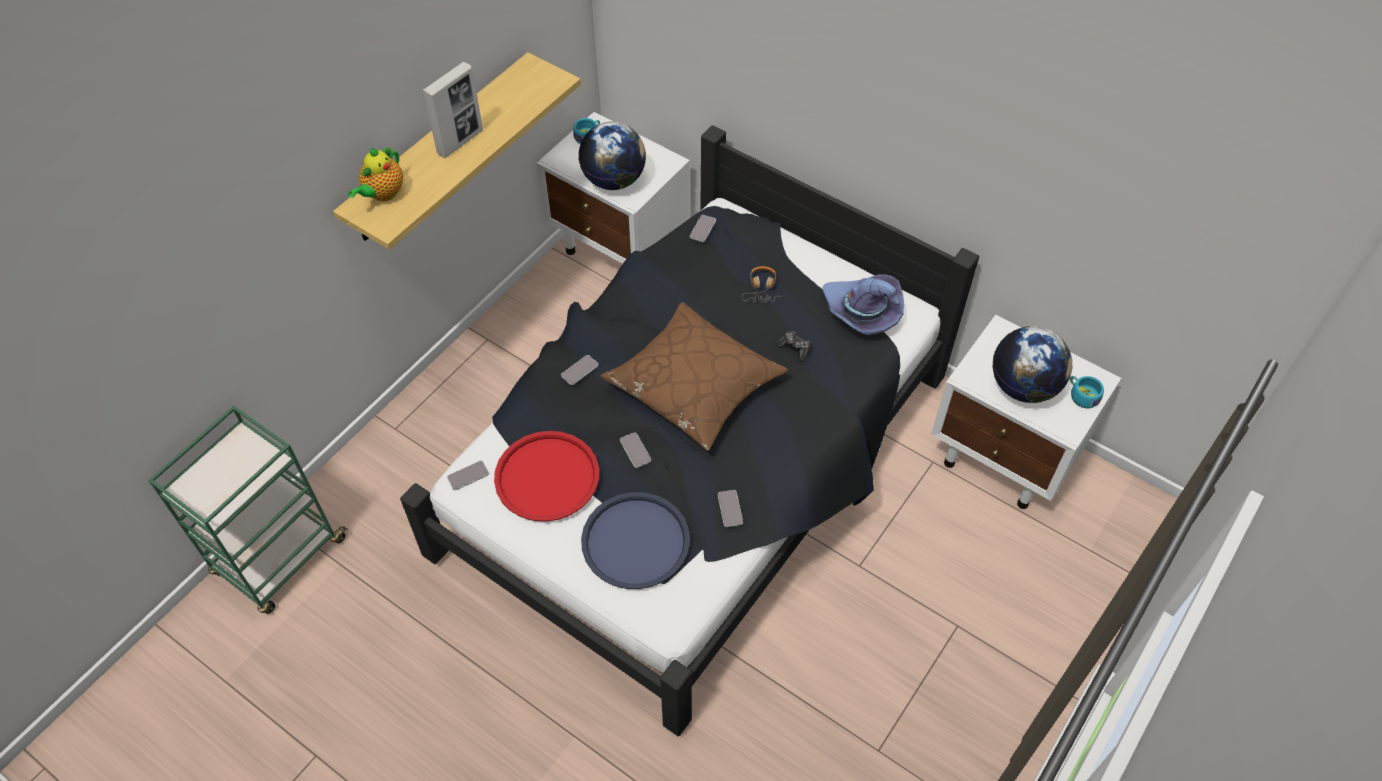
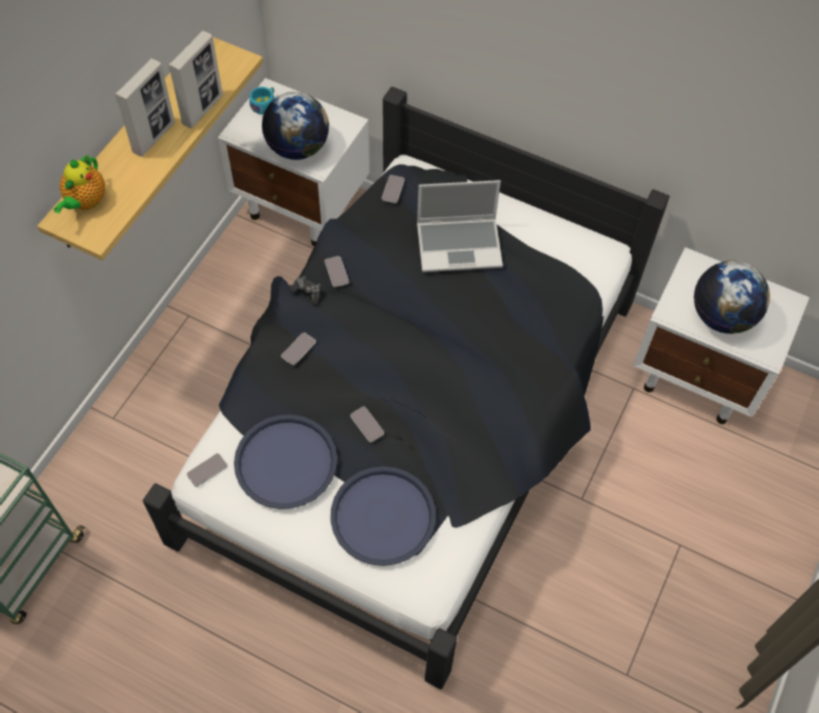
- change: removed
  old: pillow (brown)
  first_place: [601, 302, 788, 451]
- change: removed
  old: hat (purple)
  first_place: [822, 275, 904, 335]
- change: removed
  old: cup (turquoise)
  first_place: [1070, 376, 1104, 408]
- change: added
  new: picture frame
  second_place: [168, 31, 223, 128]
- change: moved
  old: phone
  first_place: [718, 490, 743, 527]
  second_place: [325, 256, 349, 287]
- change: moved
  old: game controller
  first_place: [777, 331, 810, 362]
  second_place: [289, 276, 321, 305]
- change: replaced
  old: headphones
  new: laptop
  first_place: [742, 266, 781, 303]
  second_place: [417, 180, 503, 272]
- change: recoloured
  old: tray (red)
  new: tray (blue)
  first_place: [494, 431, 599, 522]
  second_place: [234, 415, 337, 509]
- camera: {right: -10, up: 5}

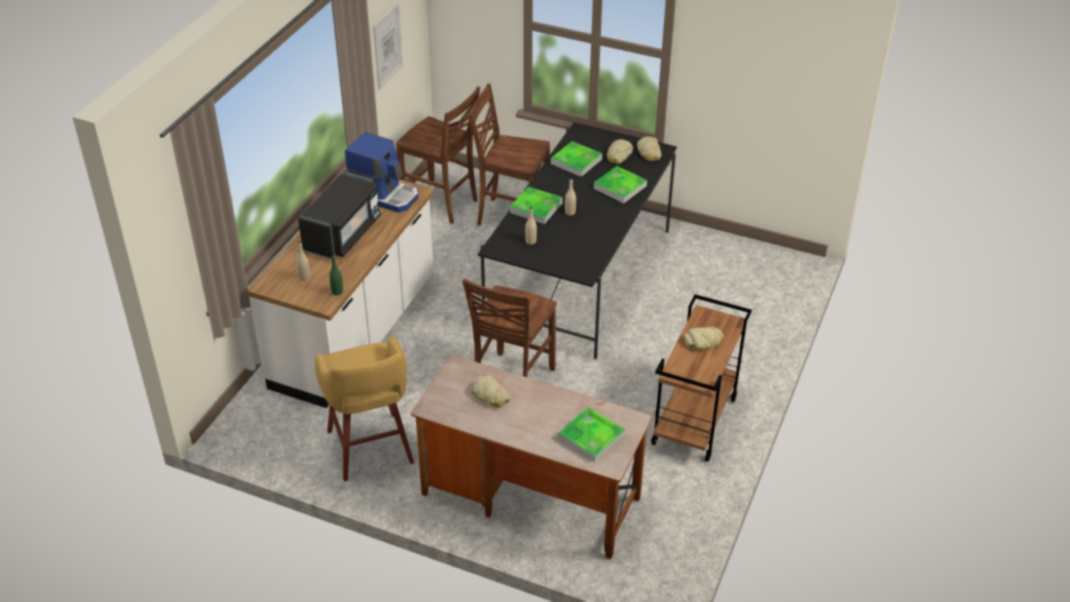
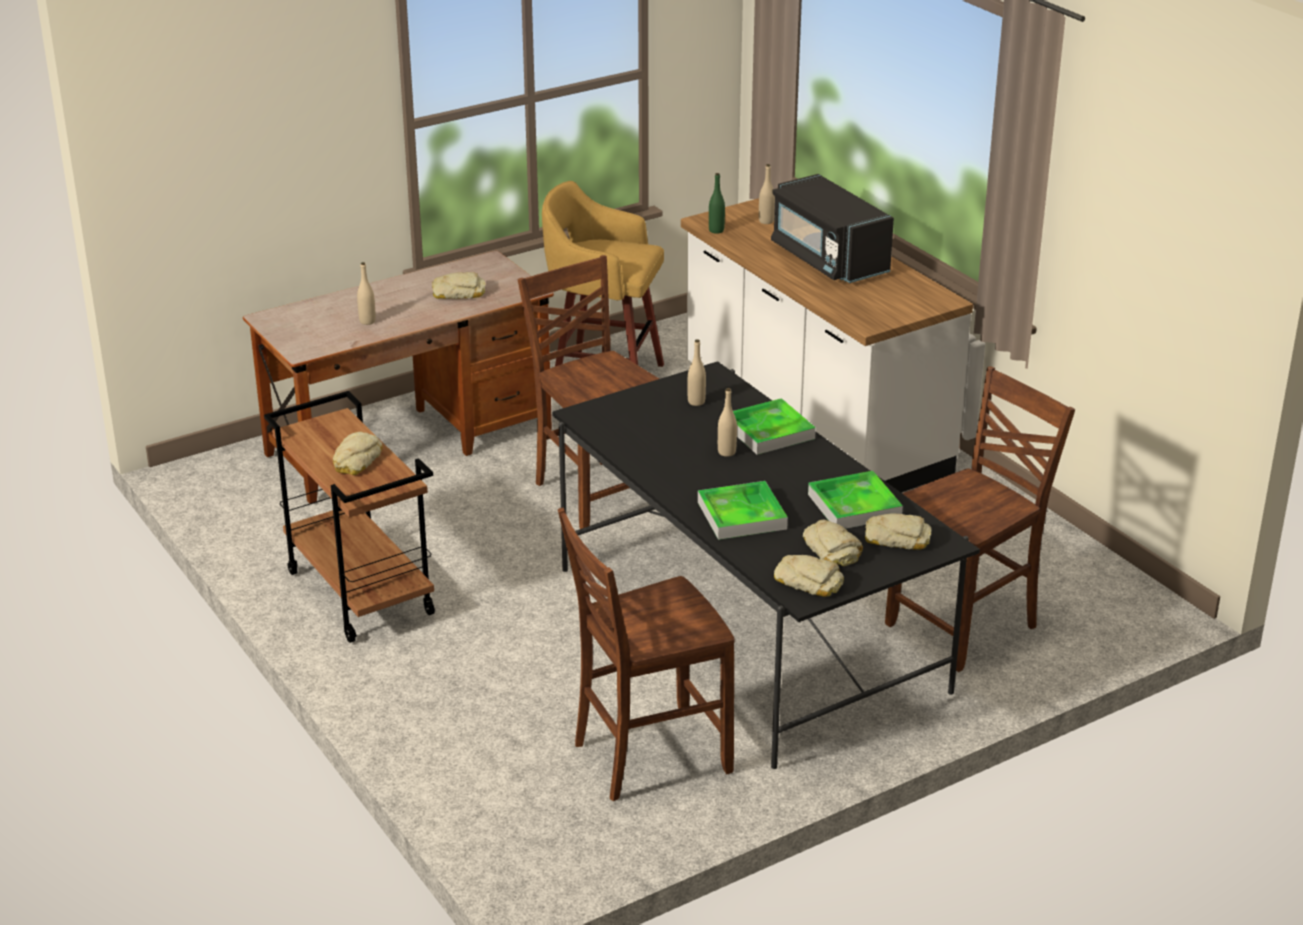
- change: removed
  old: coffee machine
  first_place: [345, 132, 418, 213]
- change: removed
  old: picture
  first_place: [373, 3, 403, 90]
- change: removed
  old: tray
  first_place: [558, 407, 625, 462]
- change: added
  new: bottle (beige)
  second_place: [357, 262, 376, 325]
- change: added
  new: bread
  second_place: [865, 513, 932, 550]
- change: moved
  old: chair (brown)
  first_place: [396, 86, 480, 224]
  second_place: [558, 507, 735, 801]
- camera: {right: 125, up: -10}

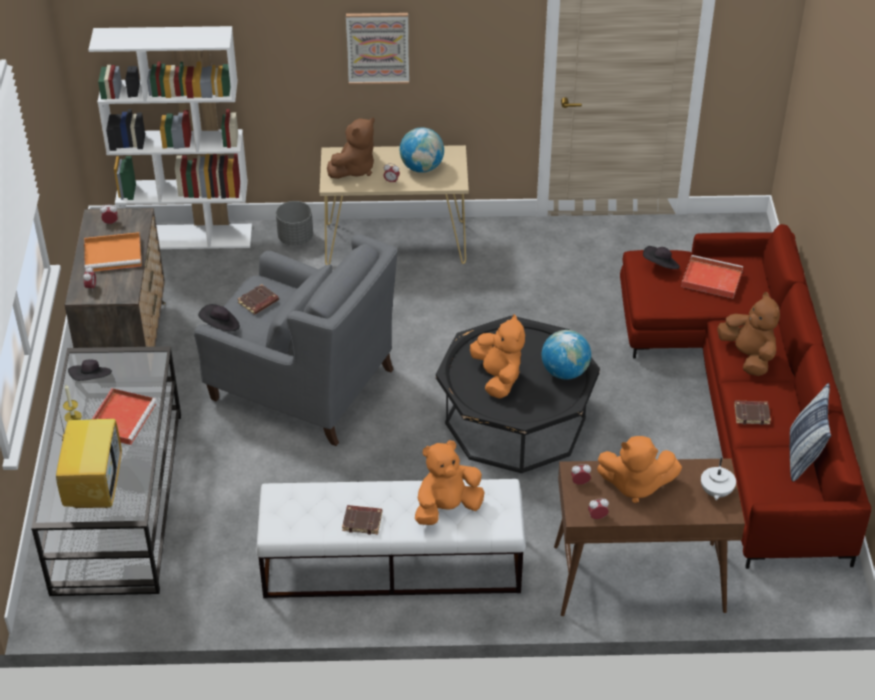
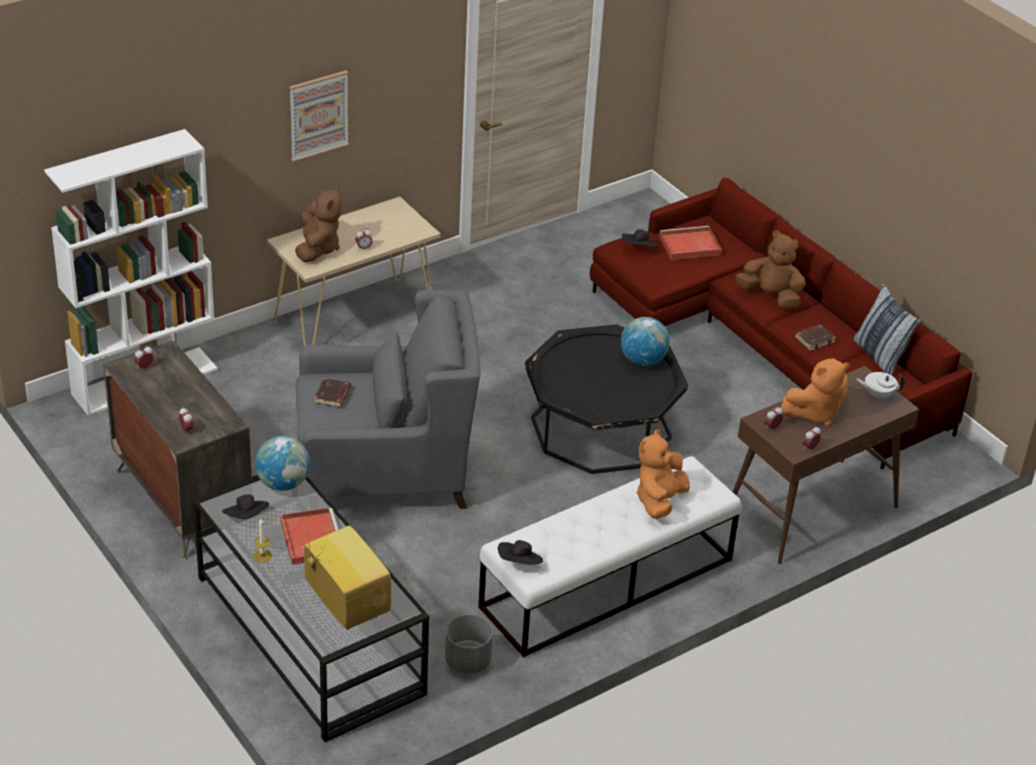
- change: removed
  old: tray (orange)
  first_place: [84, 232, 142, 272]
- change: removed
  old: book (brown)
  first_place: [342, 505, 382, 535]
- change: removed
  old: plush toy (orange)
  first_place: [470, 314, 525, 399]
- change: moved
  old: hat (black)
  first_place: [198, 304, 240, 331]
  second_place: [498, 540, 543, 565]
- change: moved
  old: planter (grey)
  first_place: [276, 201, 313, 245]
  second_place: [445, 614, 493, 674]
- change: moved
  old: globe
  first_place: [400, 127, 444, 173]
  second_place: [255, 436, 310, 491]
- change: turned
  old: teapot (white)
  first_place: [701, 457, 736, 500]
  second_place: [856, 372, 905, 400]
  degrees: 120
- camera: {right: -35, up: -5}

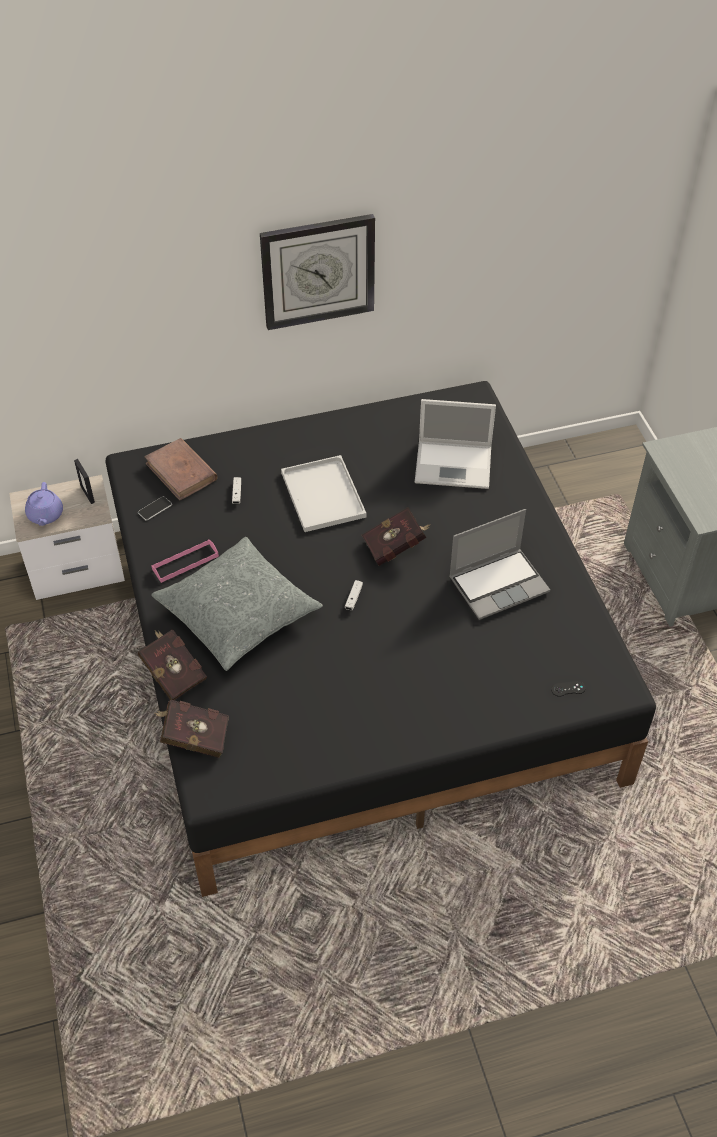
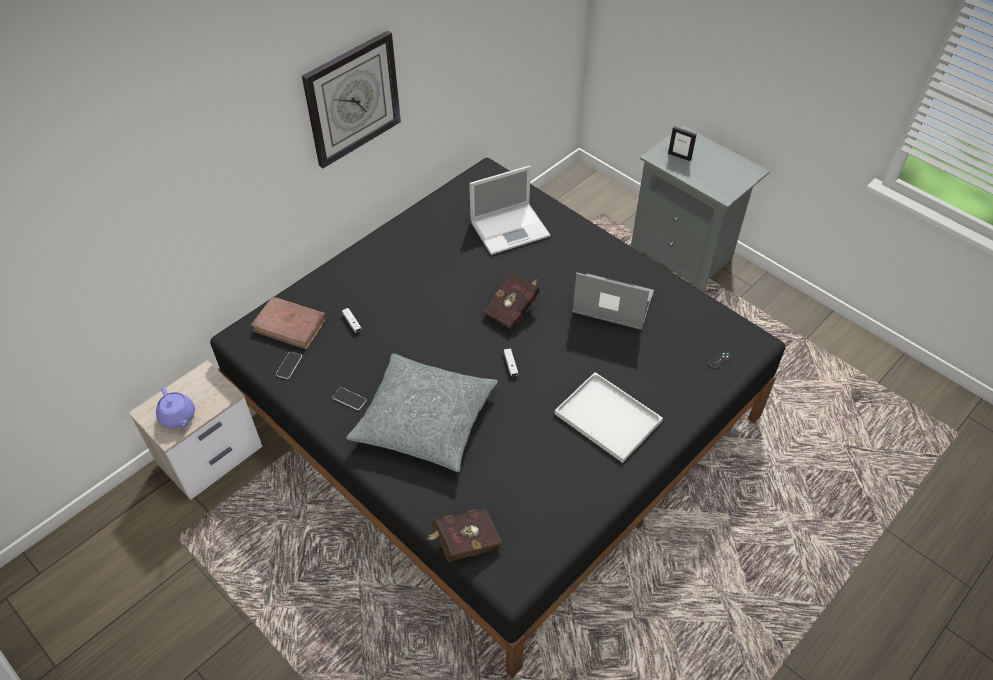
- change: removed
  old: book (red)
  first_place: [137, 629, 207, 700]
- change: moved
  old: picture frame
  first_place: [74, 459, 95, 504]
  second_place: [668, 126, 697, 161]
- change: moved
  old: tray (white)
  first_place: [281, 455, 366, 532]
  second_place: [554, 372, 663, 463]
- change: replaced
  old: tray (pink)
  new: phone
  first_place: [151, 539, 219, 583]
  second_place: [332, 387, 367, 410]
- change: turned
  old: laptop
  first_place: [449, 509, 550, 620]
  second_place: [572, 272, 654, 330]
  degrees: -105
- camera: {right: -30, up: 0}

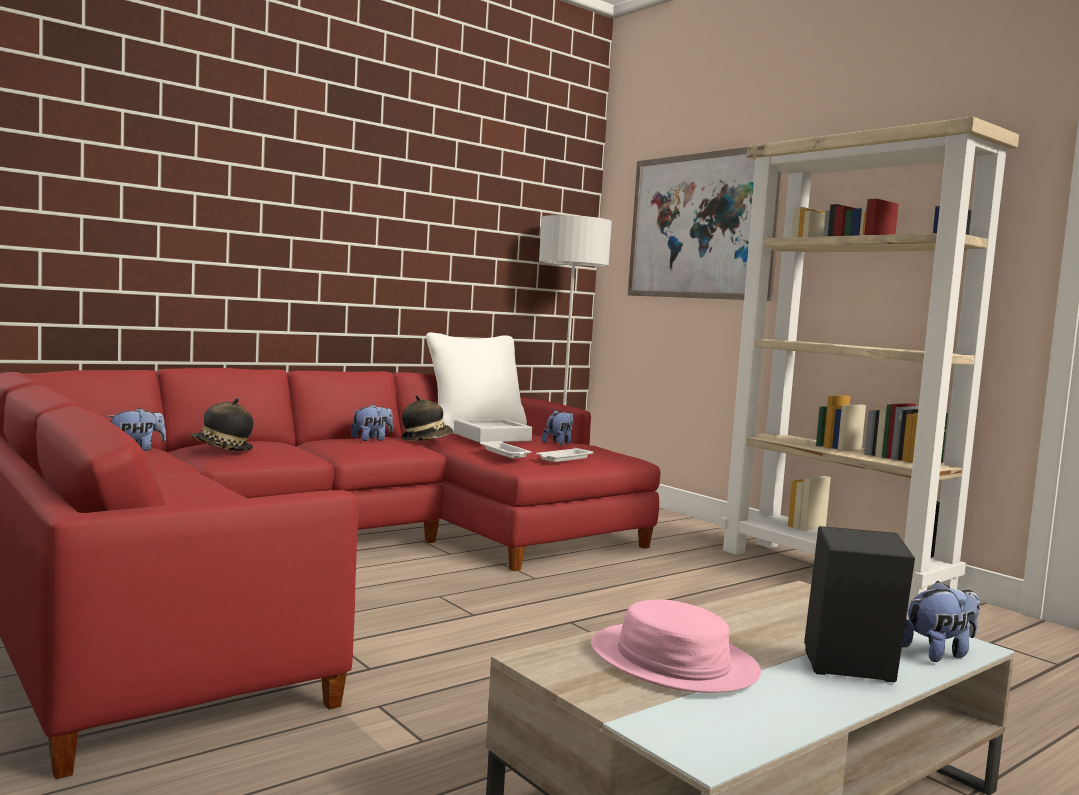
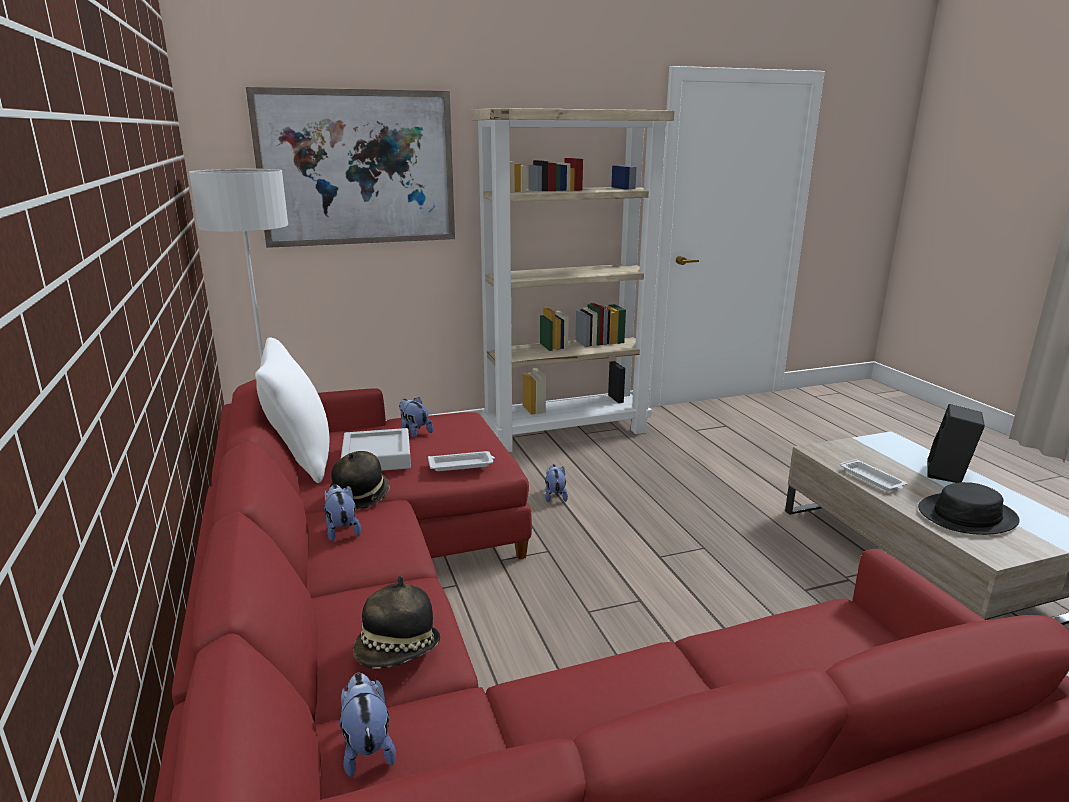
- change: moved
  old: tray (white)
  first_place: [536, 448, 593, 462]
  second_place: [840, 459, 907, 491]
- change: moved
  old: plush toy
  first_place: [902, 581, 980, 662]
  second_place: [545, 464, 568, 502]
- change: recoloured
  old: hat (pink)
  new: hat (black)
  first_place: [591, 600, 761, 693]
  second_place: [918, 482, 1020, 535]
- camera: {right: -70, up: 15}

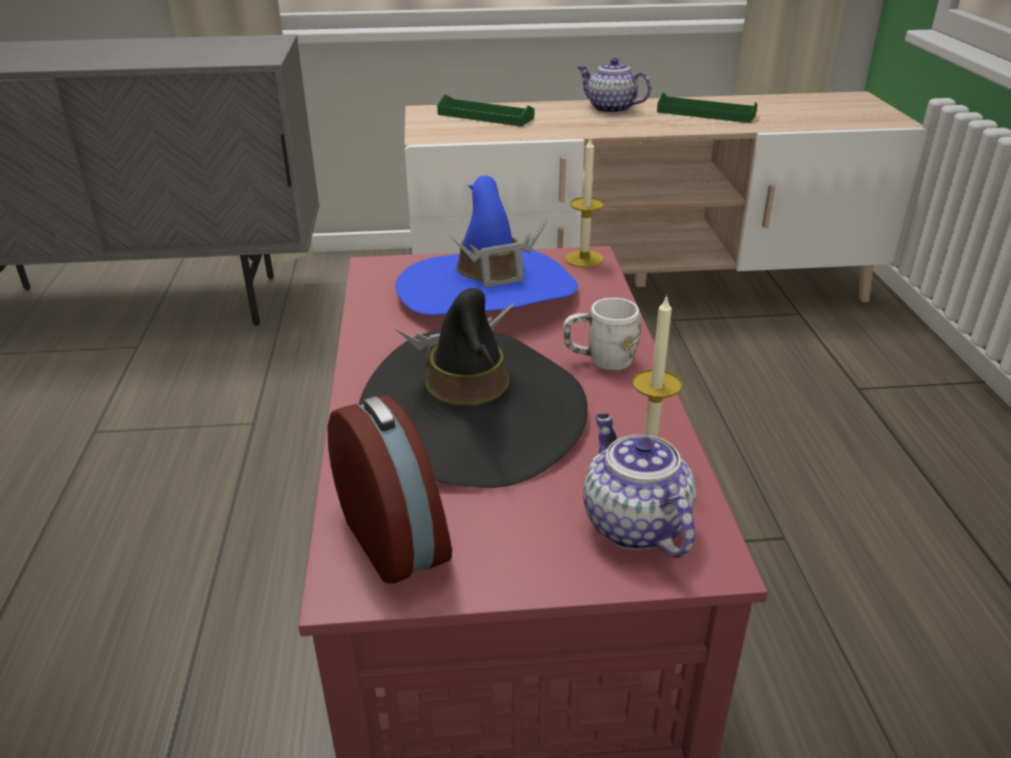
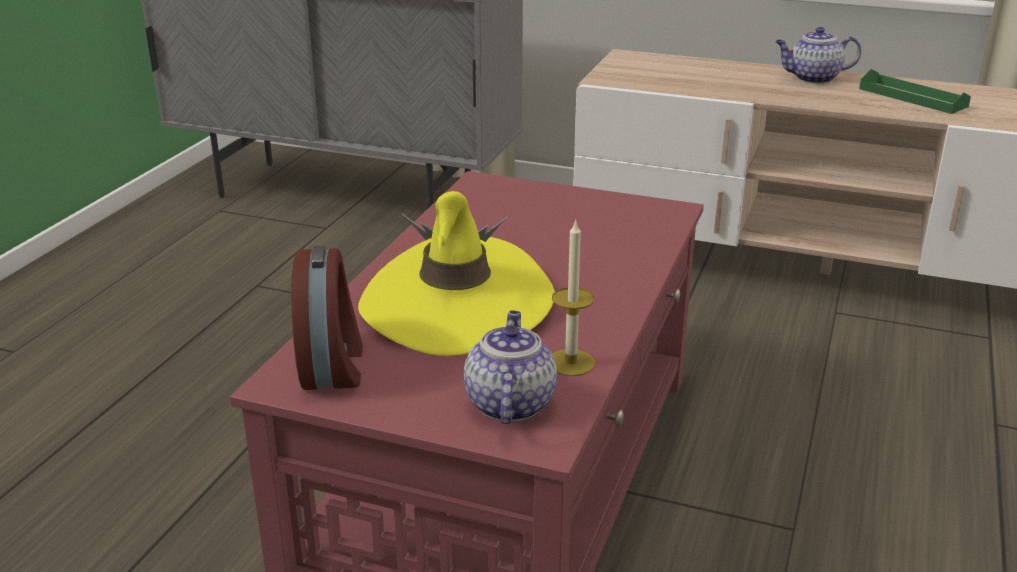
- change: removed
  old: hat (blue)
  first_place: [395, 175, 578, 315]
- change: removed
  old: tray (green)
  first_place: [437, 94, 534, 127]
- change: removed
  old: mug (white)
  first_place: [563, 298, 642, 371]
- change: removed
  old: candle
  first_place: [565, 137, 604, 268]
- change: recoloured
  old: hat (black)
  new: hat (yellow)
  first_place: [359, 288, 588, 488]
  second_place: [358, 191, 555, 356]
- change: turned
  old: teapot
  first_place: [577, 58, 651, 113]
  second_place: [775, 27, 861, 84]
  degrees: -60
- camera: {right: 25, up: -5}

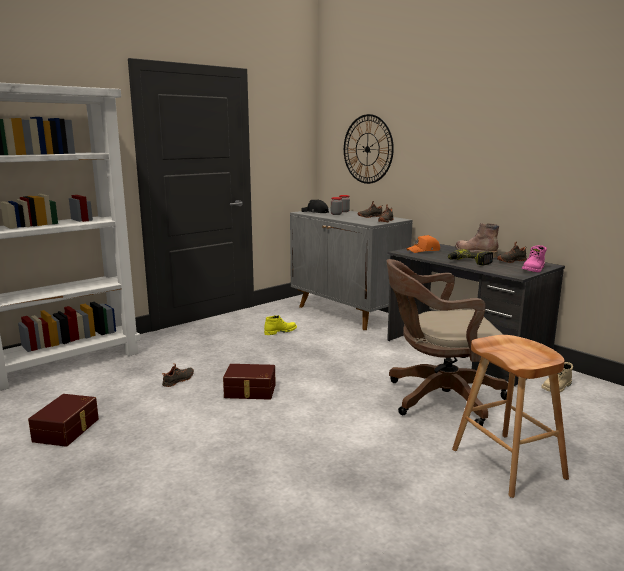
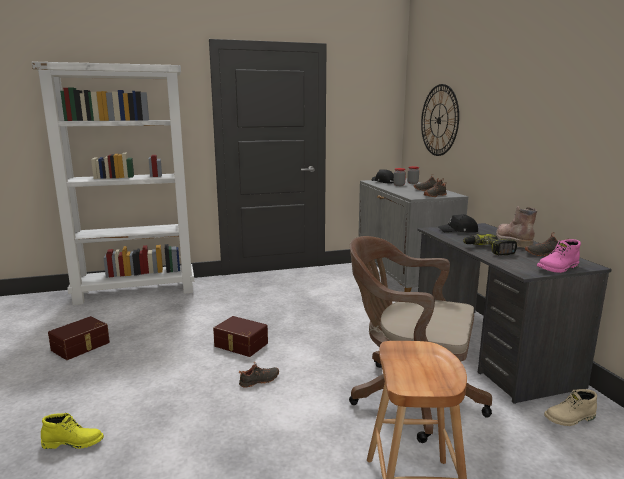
- change: moved
  old: shoe (black)
  first_place: [162, 363, 194, 387]
  second_place: [239, 362, 279, 388]
- change: moved
  old: boot (yellow)
  first_place: [264, 315, 297, 335]
  second_place: [41, 413, 104, 449]
- change: recoloured
  old: cap (orange)
  new: cap (black)
  first_place: [407, 235, 440, 253]
  second_place: [438, 214, 478, 233]
- camera: {right: 25, up: 0}

